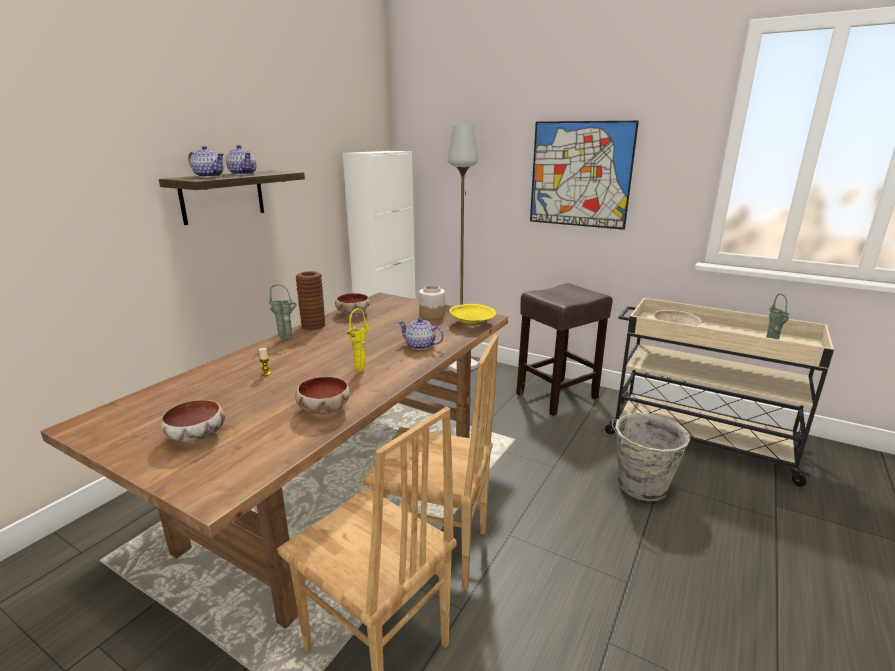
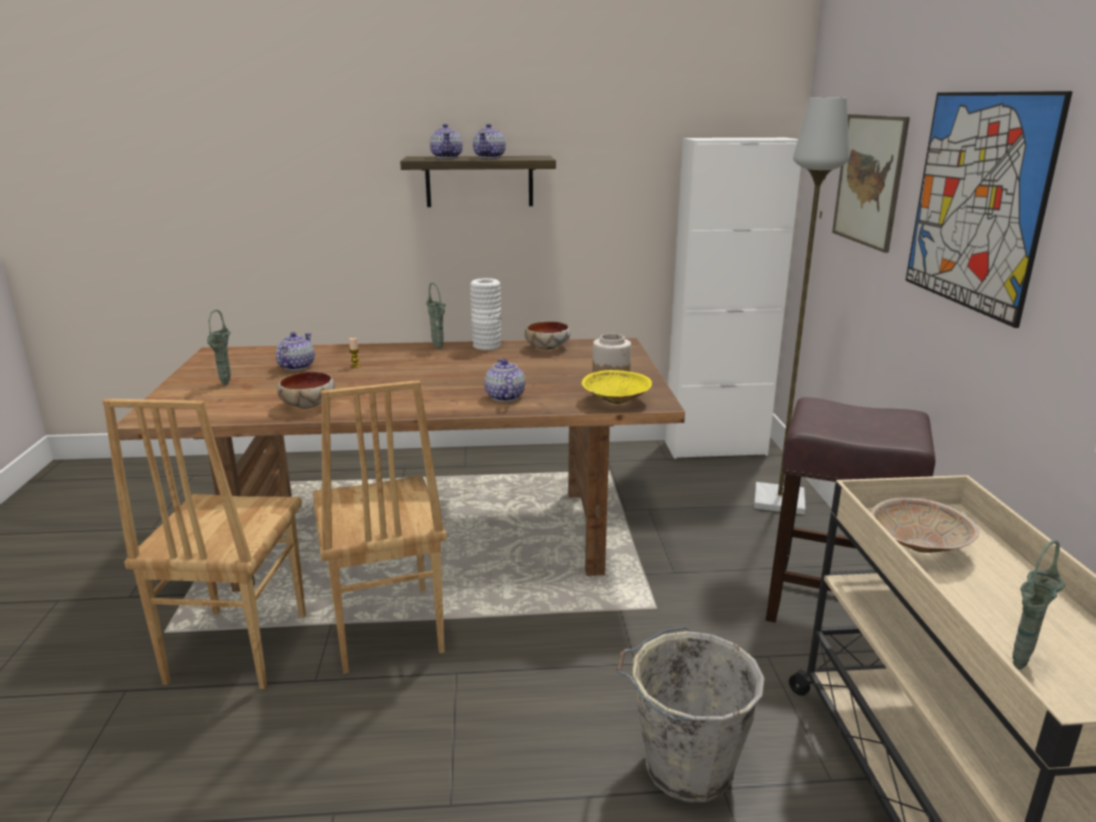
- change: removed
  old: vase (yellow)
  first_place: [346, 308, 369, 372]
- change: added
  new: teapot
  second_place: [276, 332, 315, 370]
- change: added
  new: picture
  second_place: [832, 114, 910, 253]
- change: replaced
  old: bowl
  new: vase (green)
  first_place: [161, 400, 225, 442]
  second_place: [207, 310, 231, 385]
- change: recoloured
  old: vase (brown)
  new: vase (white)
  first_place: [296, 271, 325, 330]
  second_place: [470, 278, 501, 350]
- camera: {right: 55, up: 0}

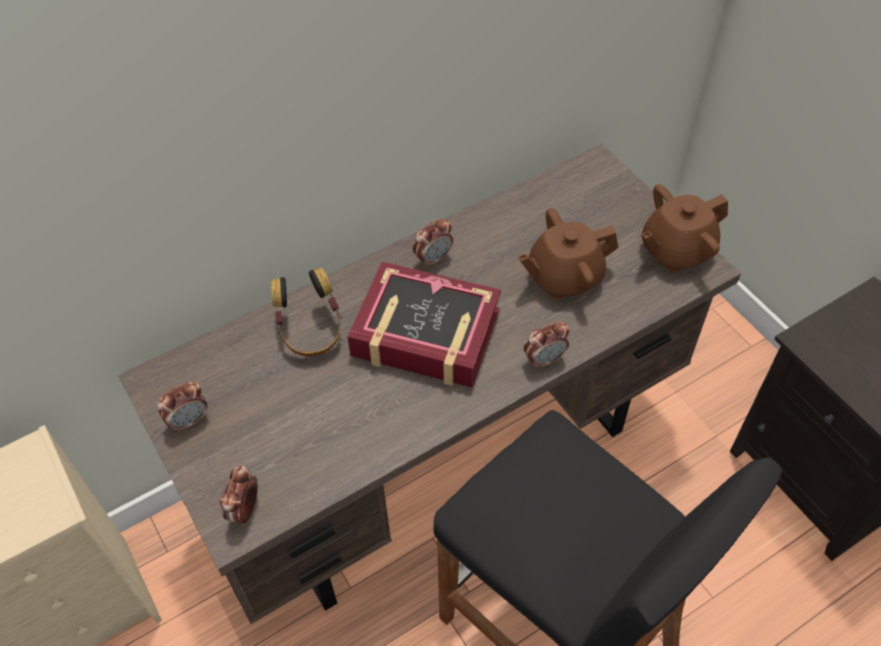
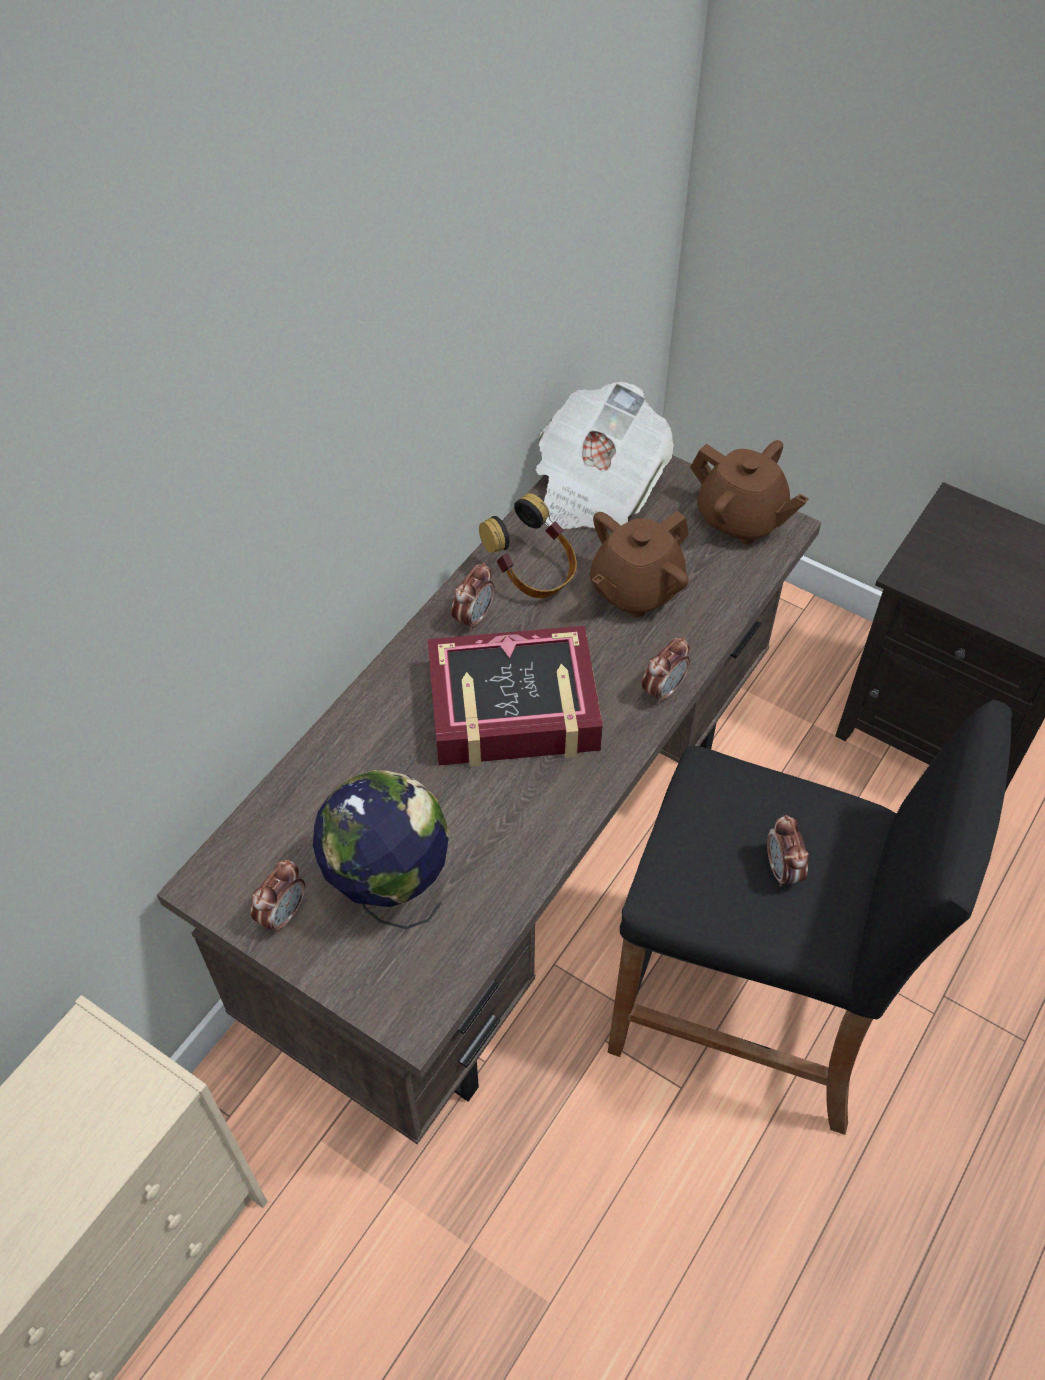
- change: added
  new: globe
  second_place: [313, 770, 450, 929]
- change: added
  new: newspaper
  second_place: [536, 382, 674, 529]
- change: moved
  old: alarm clock
  first_place: [220, 465, 258, 523]
  second_place: [767, 815, 809, 887]
- change: moved
  old: headphones
  first_place: [271, 267, 342, 356]
  second_place: [479, 493, 577, 598]
- change: turned
  old: teapot (brown)
  first_place: [641, 184, 728, 273]
  second_place: [690, 440, 809, 544]
  degrees: -90
- camera: {right: -25, up: 0}

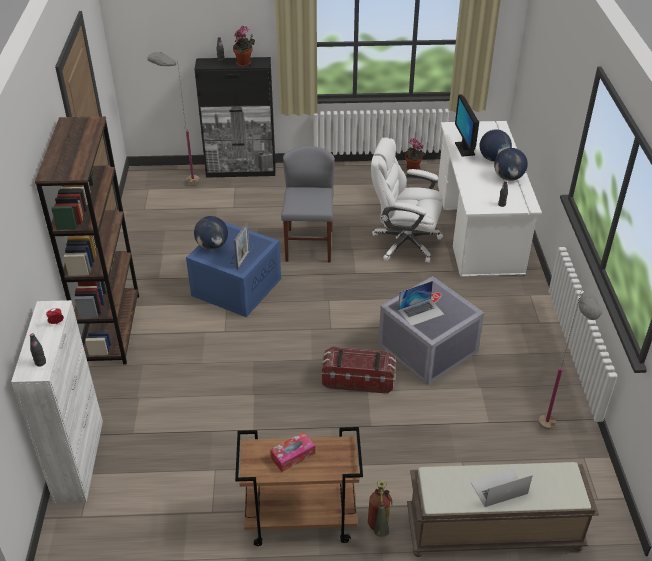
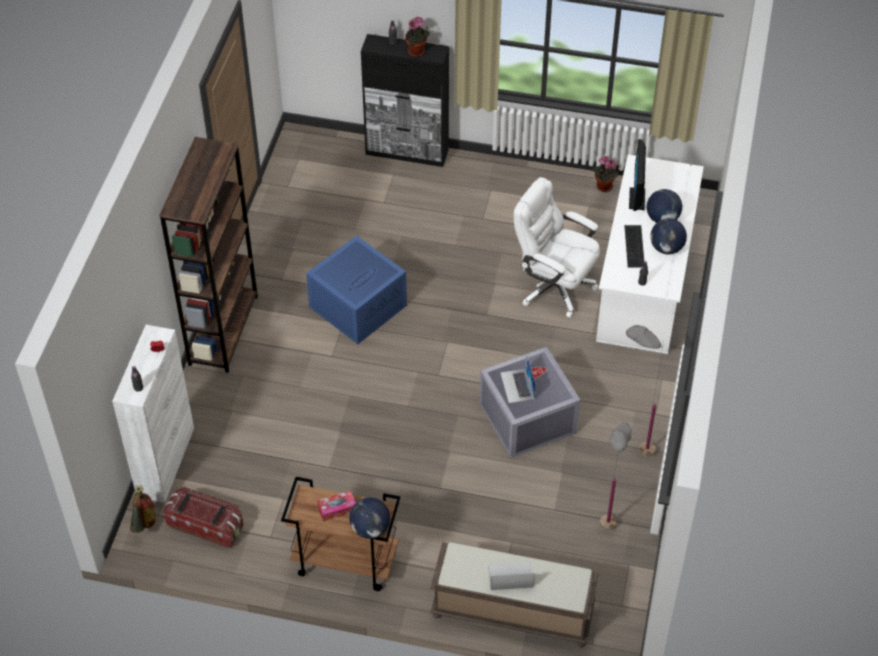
- change: removed
  old: picture frame
  first_place: [234, 222, 250, 269]
- change: removed
  old: chair (grey)
  first_place: [281, 146, 335, 263]
- change: added
  new: keyboard
  second_place: [624, 225, 644, 268]
- change: moved
  old: floor lamp (grey)
  first_place: [147, 52, 199, 184]
  second_place: [626, 325, 664, 457]
- change: moved
  old: globe
  first_place: [194, 216, 228, 250]
  second_place: [349, 497, 390, 539]
- change: moved
  old: storage box
  first_place: [321, 347, 396, 394]
  second_place: [163, 487, 244, 548]
- change: moved
  old: fire extinguisher
  first_place: [368, 480, 392, 537]
  second_place: [130, 485, 156, 533]
- change: turned
  old: laptop
  first_place: [398, 281, 444, 326]
  second_place: [500, 354, 536, 403]
  degrees: 90
- camera: {right: 15, up: 10}

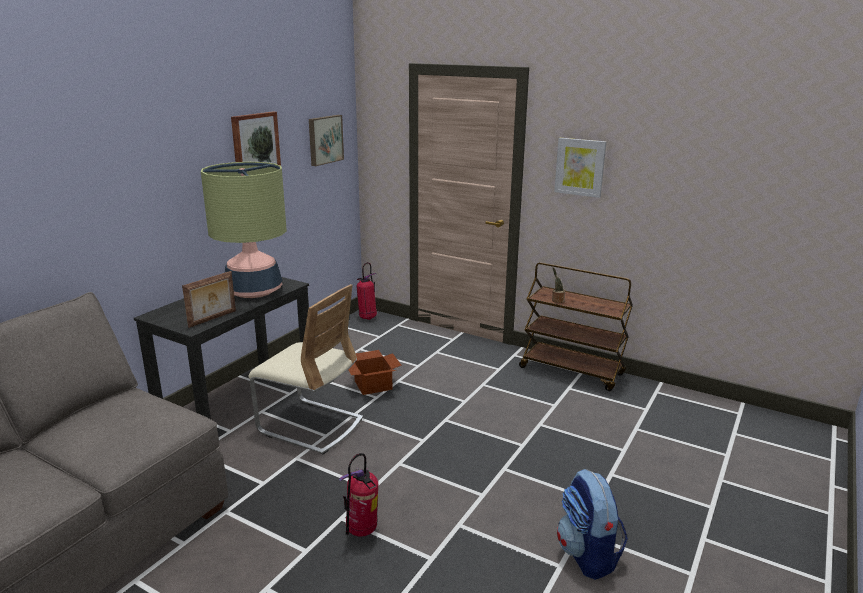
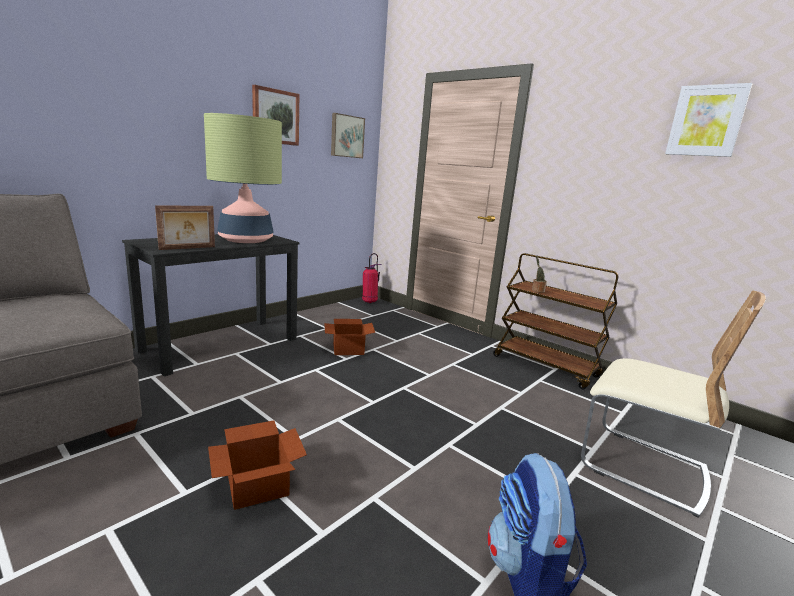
- change: moved
  old: chair (beige)
  first_place: [249, 284, 363, 454]
  second_place: [581, 290, 766, 518]
- change: moved
  old: picture
  first_place: [554, 138, 606, 198]
  second_place: [665, 83, 752, 157]
- change: replaced
  old: fire extinguisher
  new: cardboard box
  first_place: [339, 453, 378, 537]
  second_place: [208, 420, 307, 510]
- camera: {right: 10, up: -5}

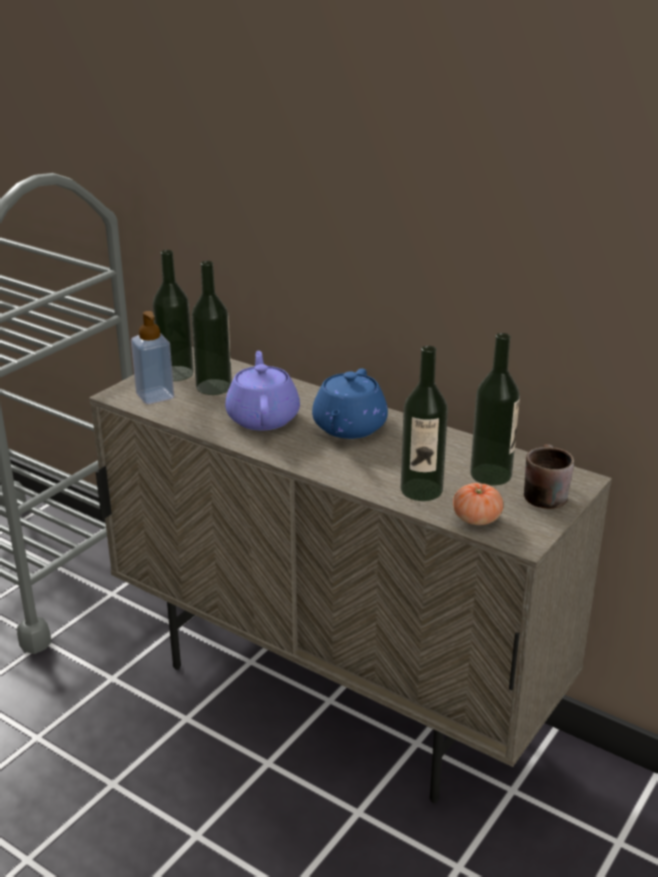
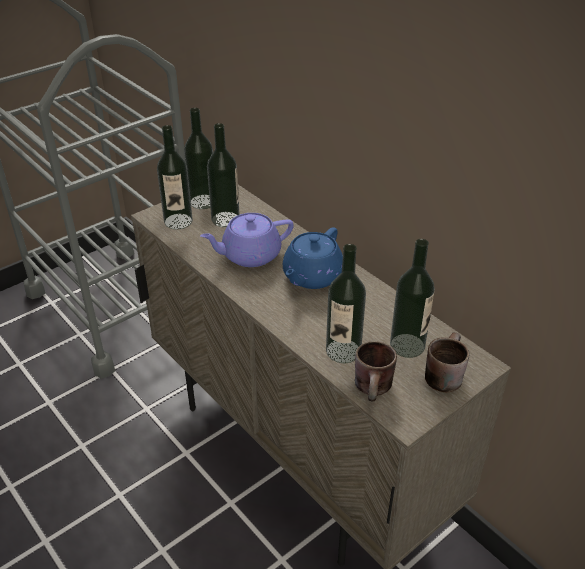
- change: replaced
  old: soap dispenser
  new: bottle
  first_place: [131, 311, 174, 404]
  second_place: [157, 125, 192, 229]
- change: replaced
  old: tomato
  new: mug (brown)
  first_place: [453, 483, 503, 525]
  second_place: [355, 341, 397, 401]
- change: turned
  old: teapot (purple)
  first_place: [225, 351, 300, 430]
  second_place: [200, 213, 294, 267]
  degrees: -120
- camera: {right: 15, up: 10}

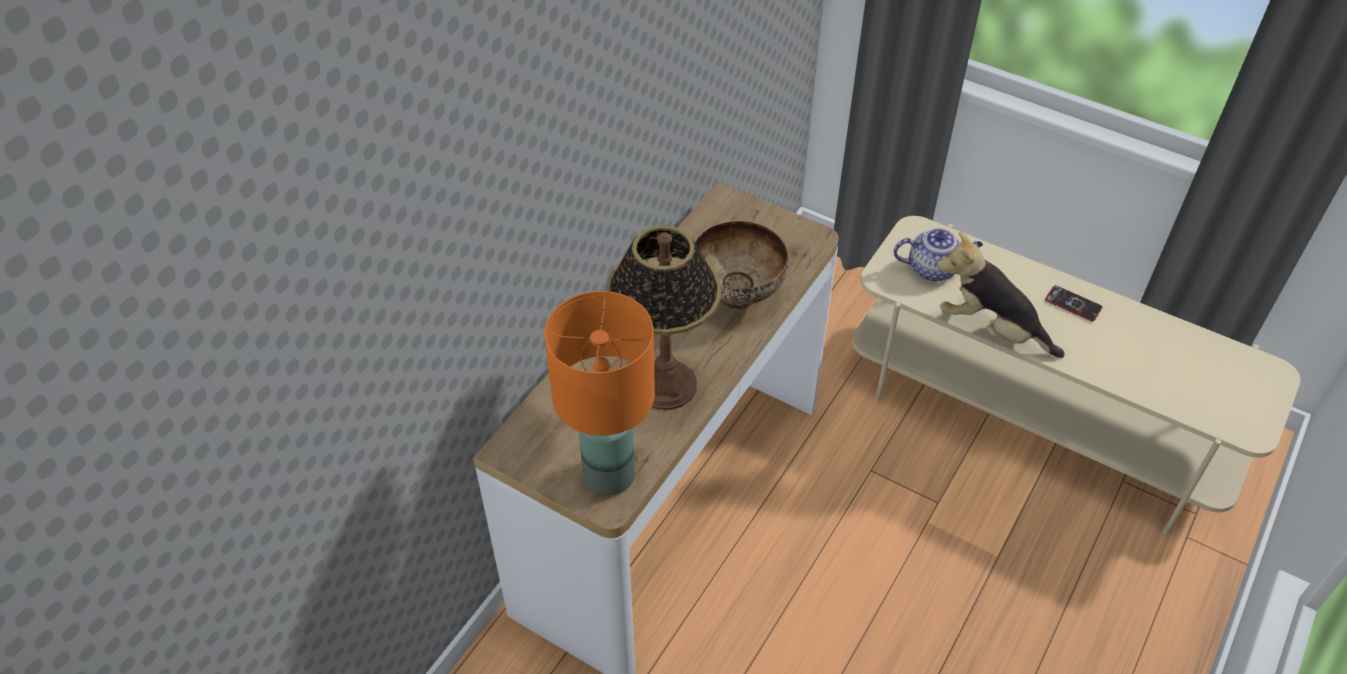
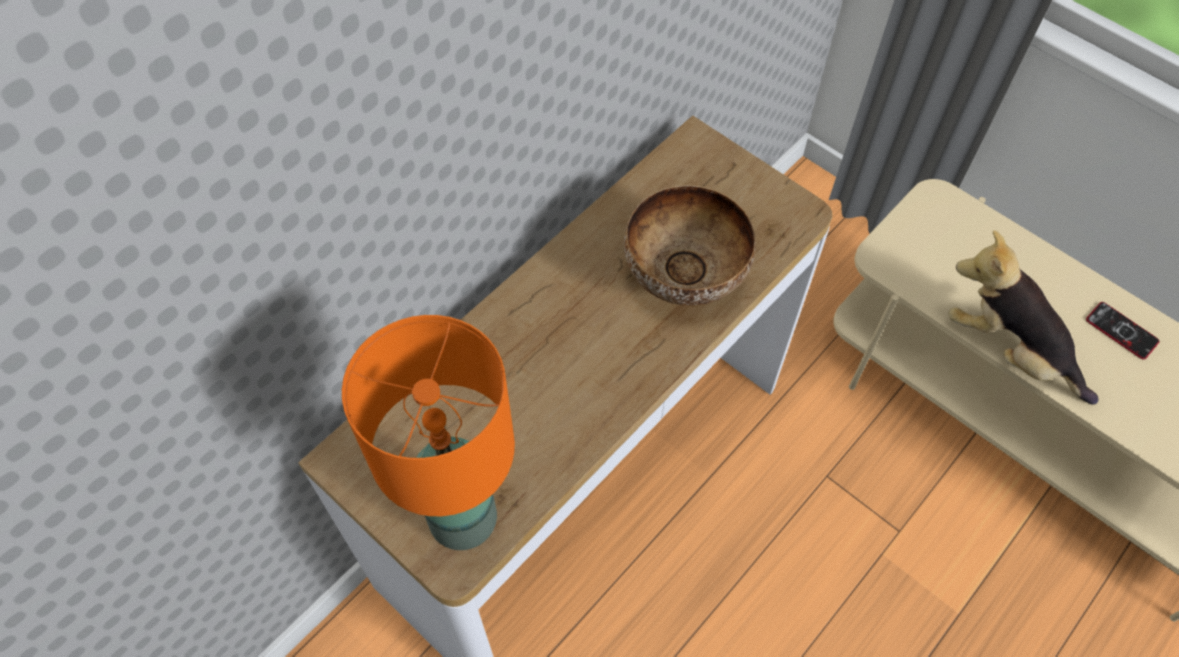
- change: removed
  old: table lamp
  first_place: [606, 225, 722, 410]
- change: removed
  old: teapot
  first_place: [894, 228, 983, 281]
- camera: {right: 10, up: 10}

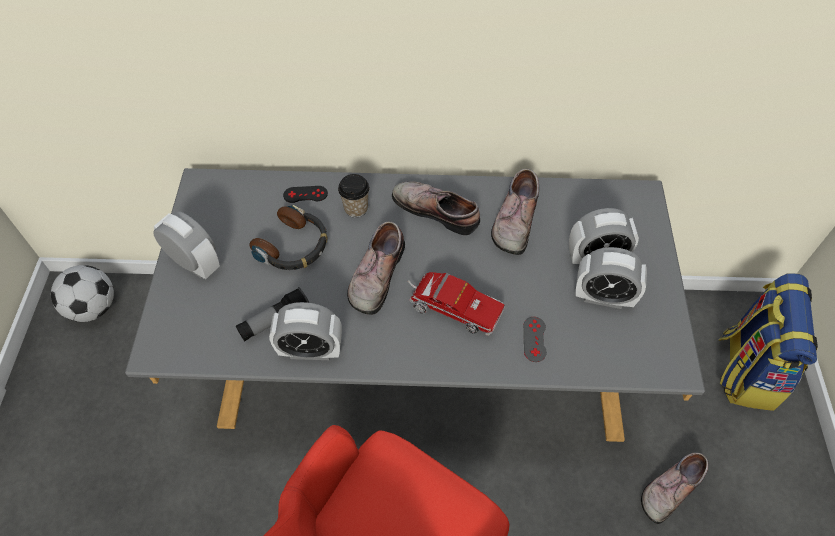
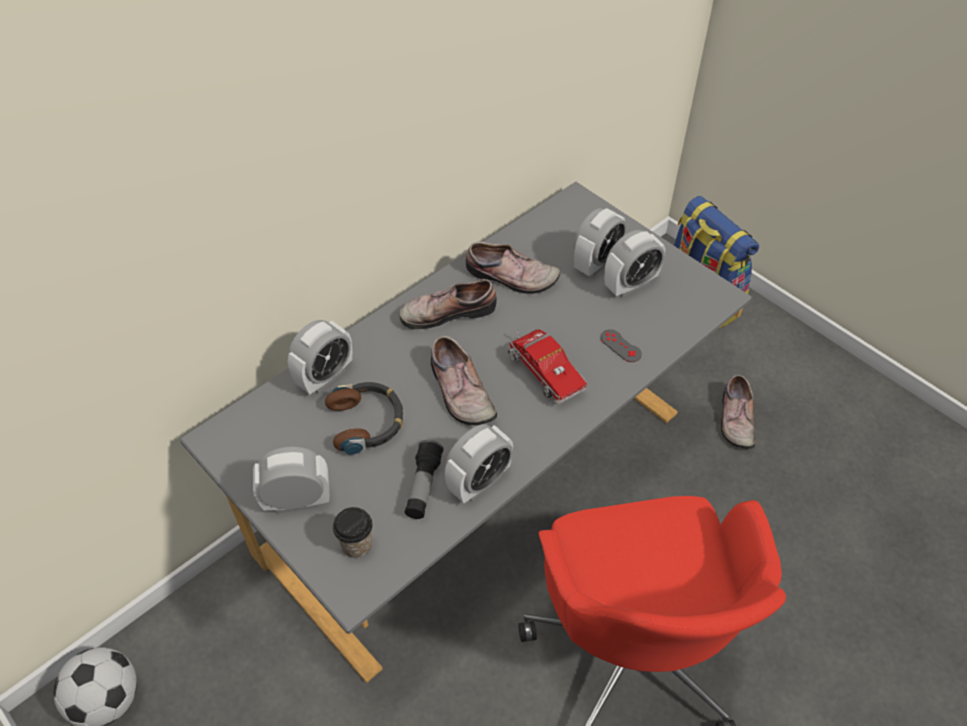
- change: moved
  old: cup
  first_place: [338, 174, 369, 218]
  second_place: [333, 507, 373, 558]
- change: replaced
  old: game controller (black)
  new: alarm clock
  first_place: [283, 186, 328, 203]
  second_place: [288, 320, 352, 395]
- change: turned
  old: toy truck
  first_place: [408, 272, 505, 336]
  second_place: [508, 329, 587, 404]
  degrees: 75
- change: turned
  old: shoe
  first_place: [491, 169, 539, 255]
  second_place: [466, 242, 560, 294]
  degrees: -45
- camera: {right: -45, up: -5}

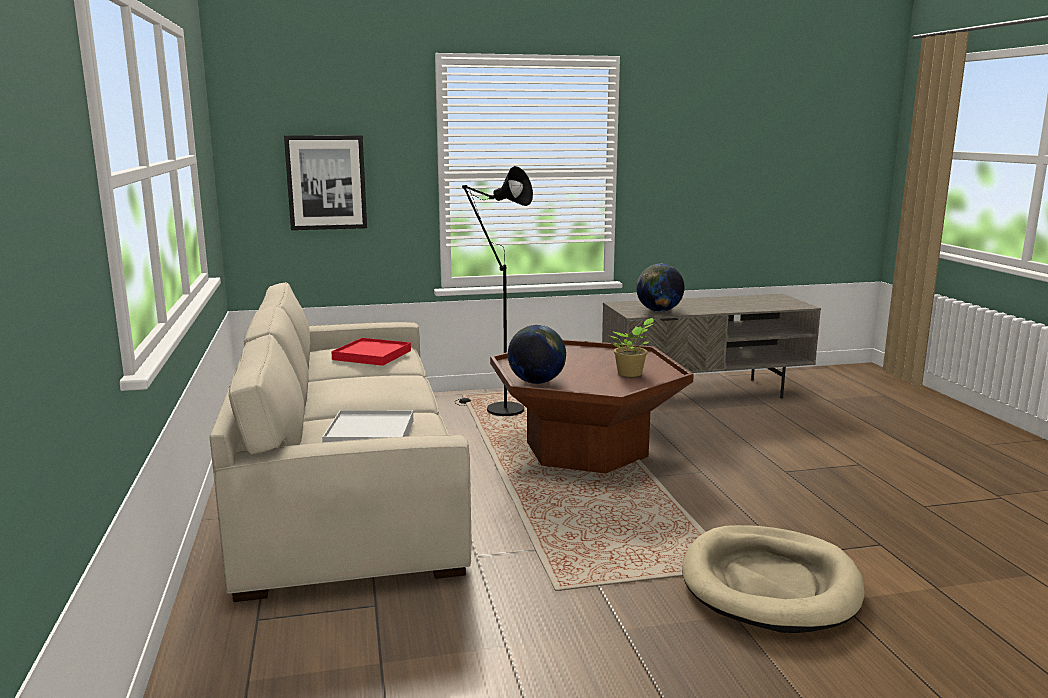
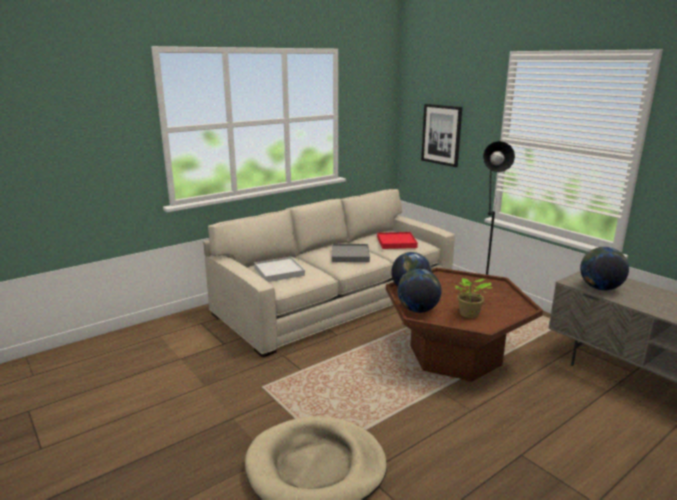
- change: added
  new: tray (grey)
  second_place: [332, 244, 370, 262]
- change: added
  new: globe
  second_place: [397, 269, 441, 313]
- camera: {right: 65, up: 5}

